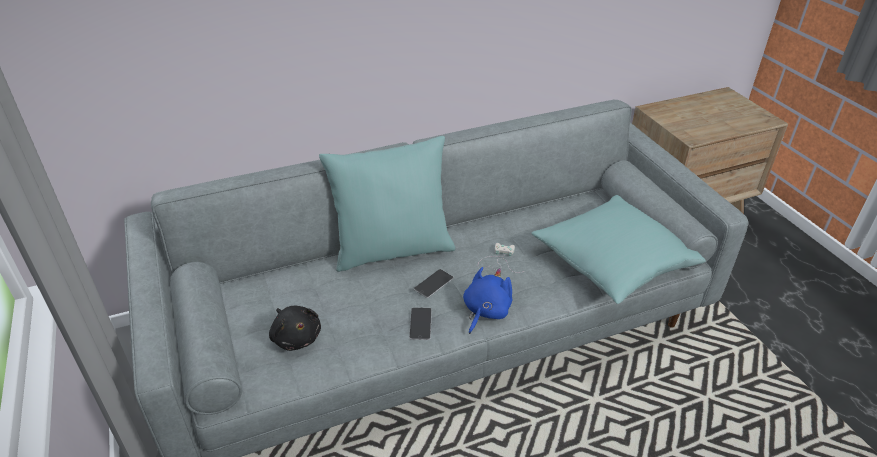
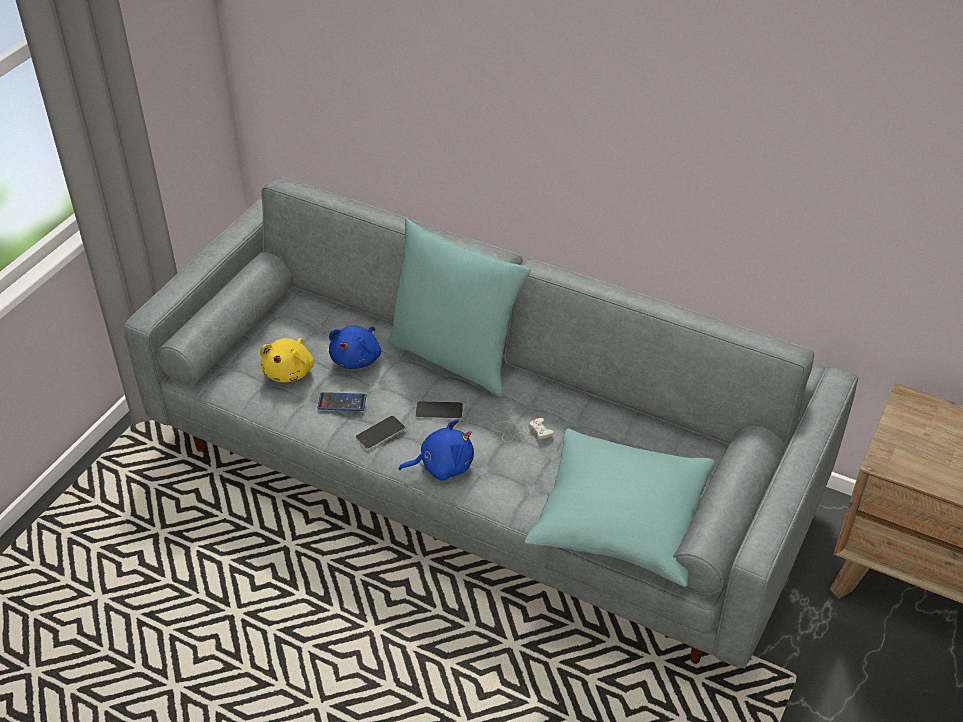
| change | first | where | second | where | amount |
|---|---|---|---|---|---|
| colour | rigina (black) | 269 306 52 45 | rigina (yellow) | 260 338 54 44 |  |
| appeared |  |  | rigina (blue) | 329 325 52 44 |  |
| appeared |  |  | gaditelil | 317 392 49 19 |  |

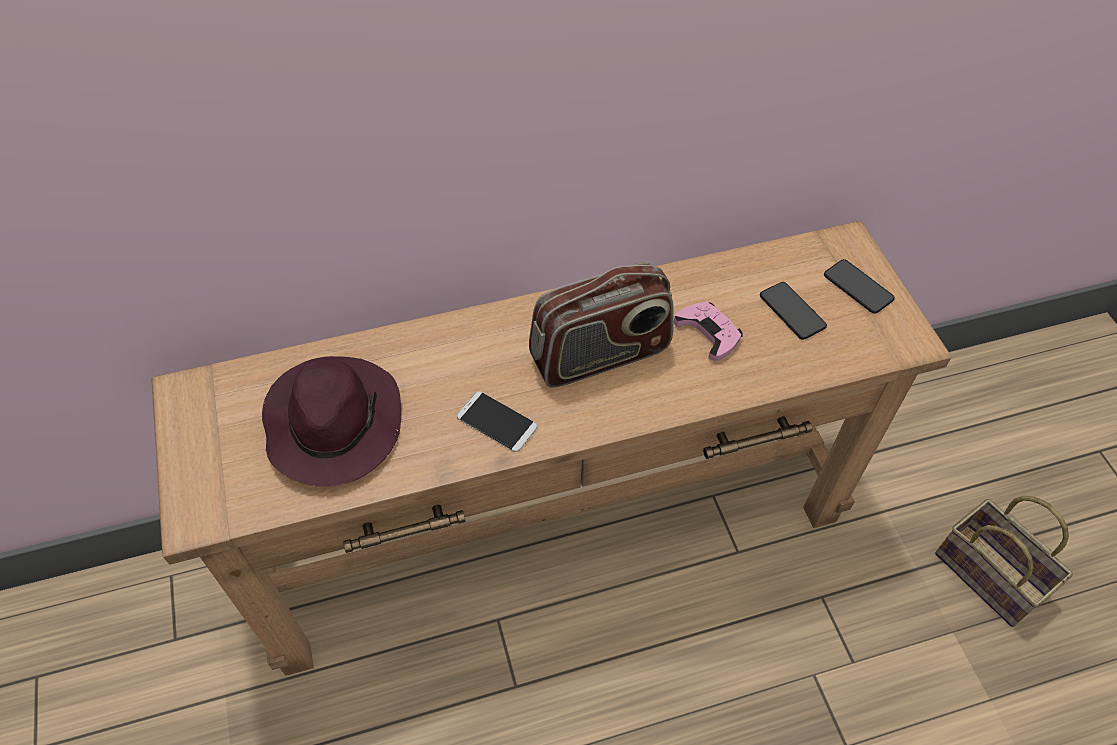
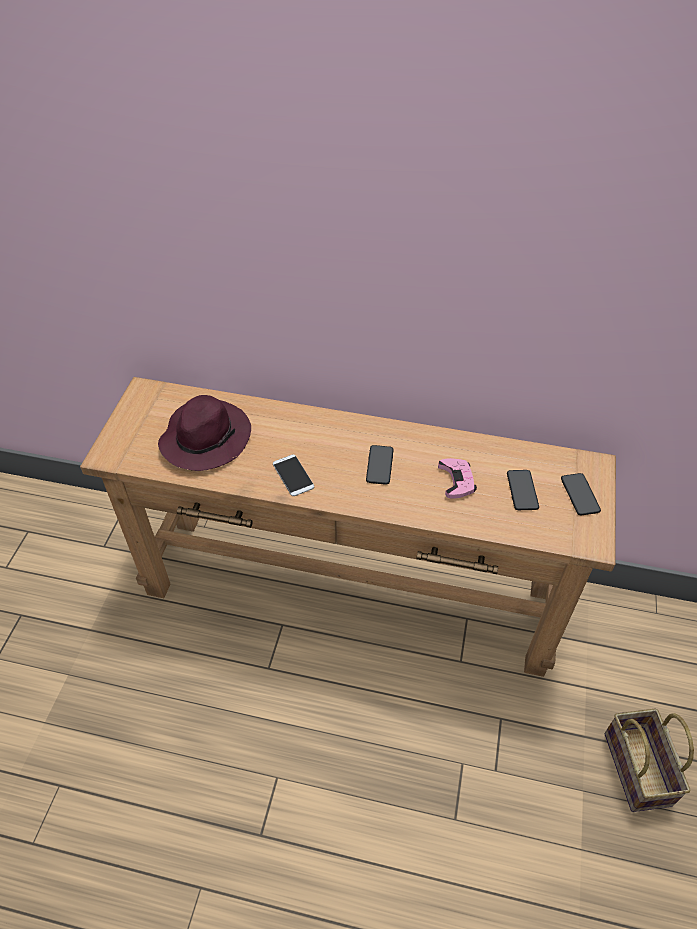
| change | first | where | second | where | amount |
|---|---|---|---|---|---|
| exchanged | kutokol | 529 262 144 126 | gaditelil | 366 445 27 40 |  |

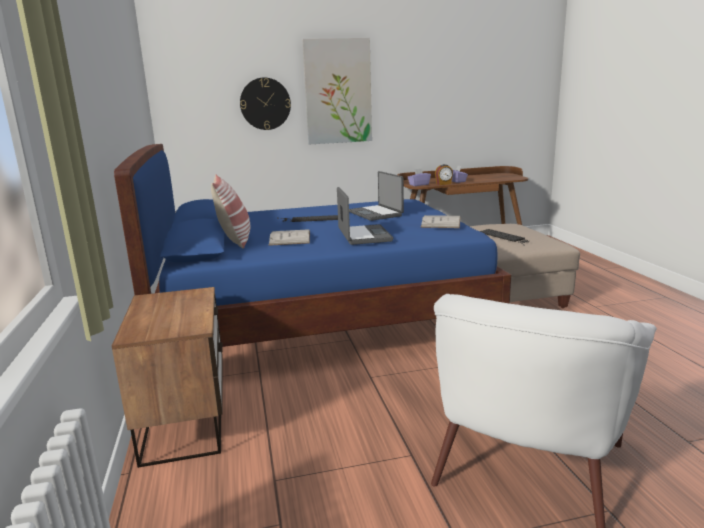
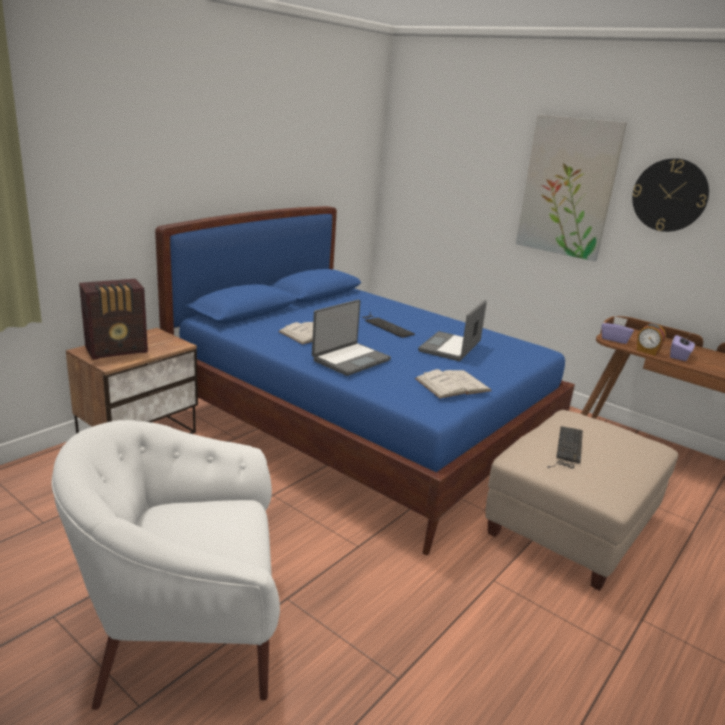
| change | first | where | second | where | amount |
|---|---|---|---|---|---|
| relocated | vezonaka | 240 77 51 53 |  | 632 158 77 74 |  |
| missing | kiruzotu | 211 175 39 74 |  |  |  |
| appeared |  |  | kutokol | 79 279 69 81 |  |

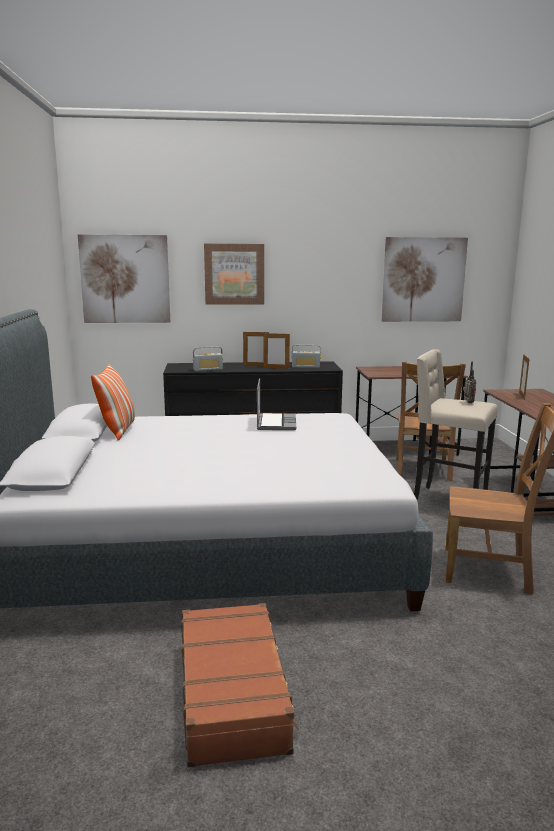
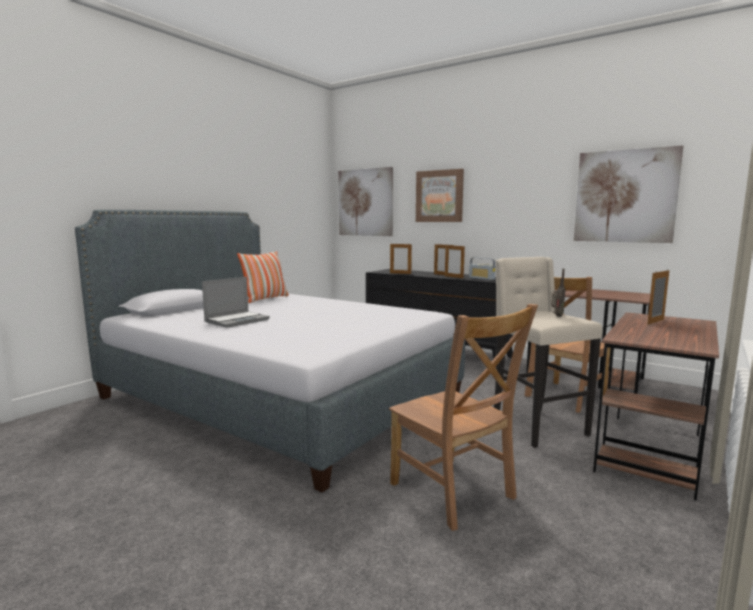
| change | first | where | second | where | amount |
|---|---|---|---|---|---|
| exchanged | kutokol | 193 346 30 25 | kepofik | 390 244 22 30 |  |
| relocated | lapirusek | 257 378 39 52 |  | 202 277 68 51 |  |
| missing | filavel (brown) | 181 603 118 165 |  |  |  |

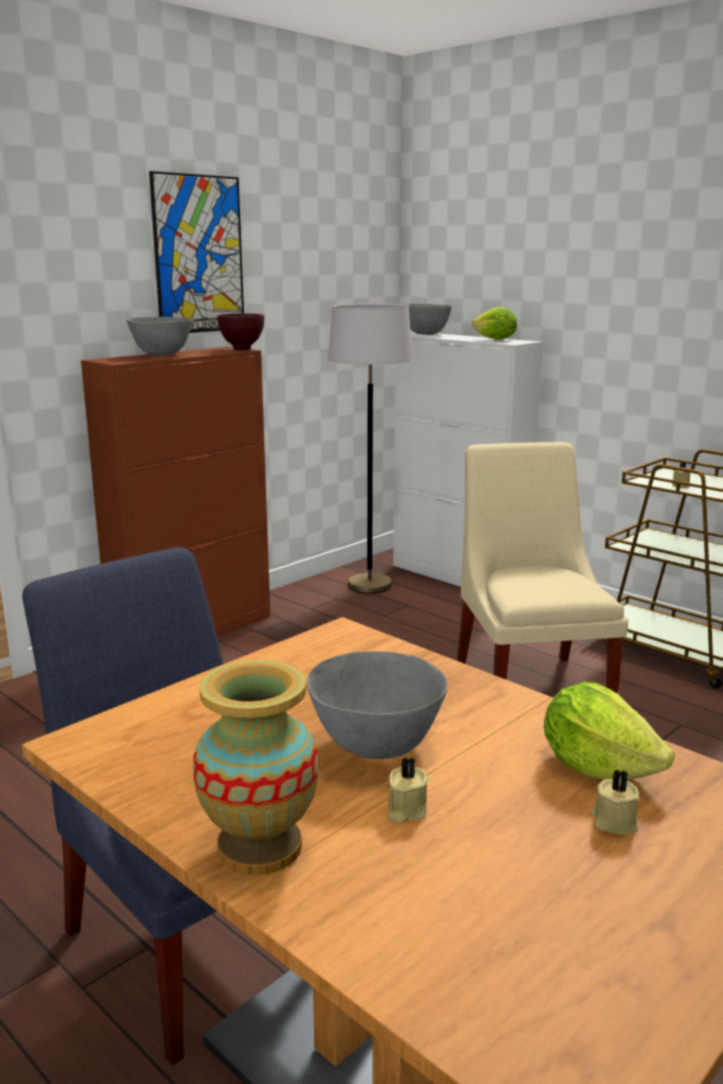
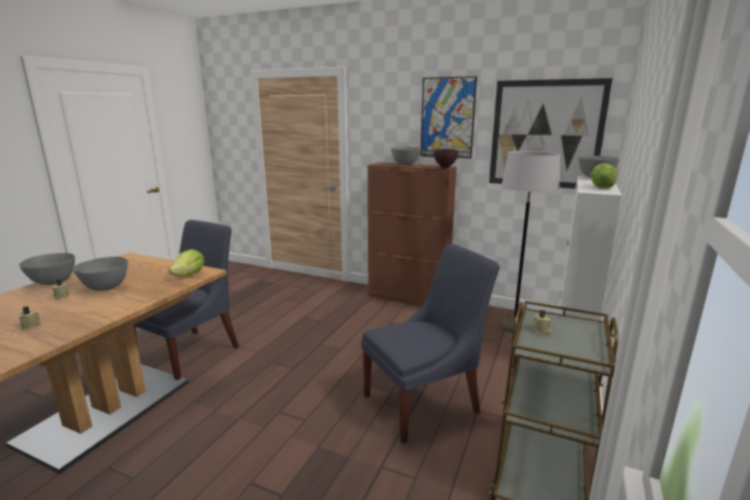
| change | first | where | second | where | amount |
|---|---|---|---|---|---|
| colour | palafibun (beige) | 457 442 171 252 | palafibun (blue) | 362 244 138 199 |  |
| exchanged | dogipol | 193 660 126 216 | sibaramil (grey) | 19 253 56 32 |  |
| relocated | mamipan | 544 682 131 98 |  | 168 249 37 28 |  |
| appeared |  |  | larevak | 489 78 123 111 |  |

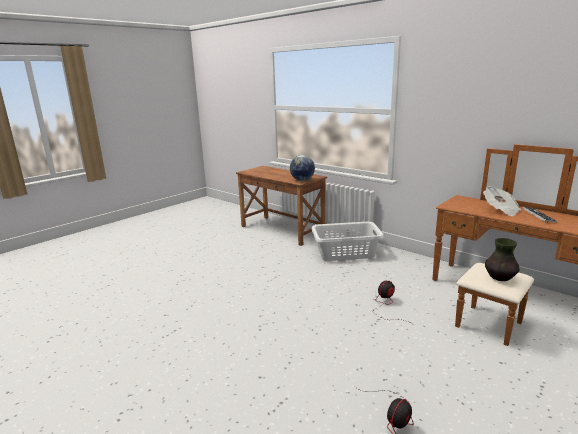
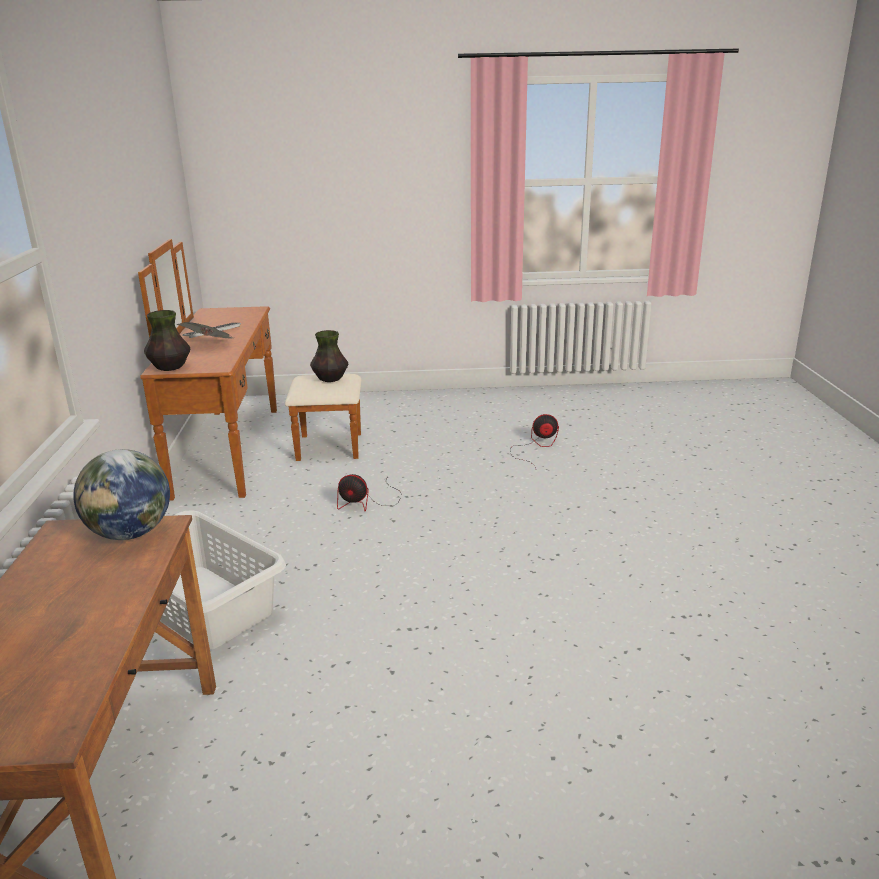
| change | first | where | second | where | amount |
|---|---|---|---|---|---|
| appeared |  |  | dogipol | 144 310 46 61 |  |

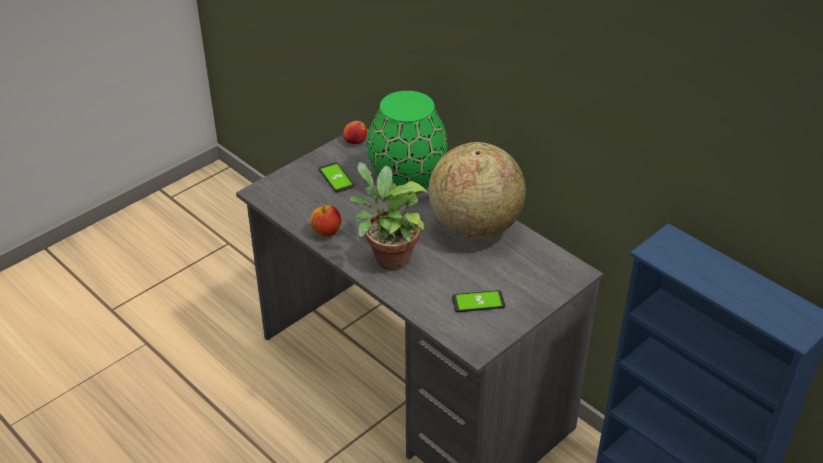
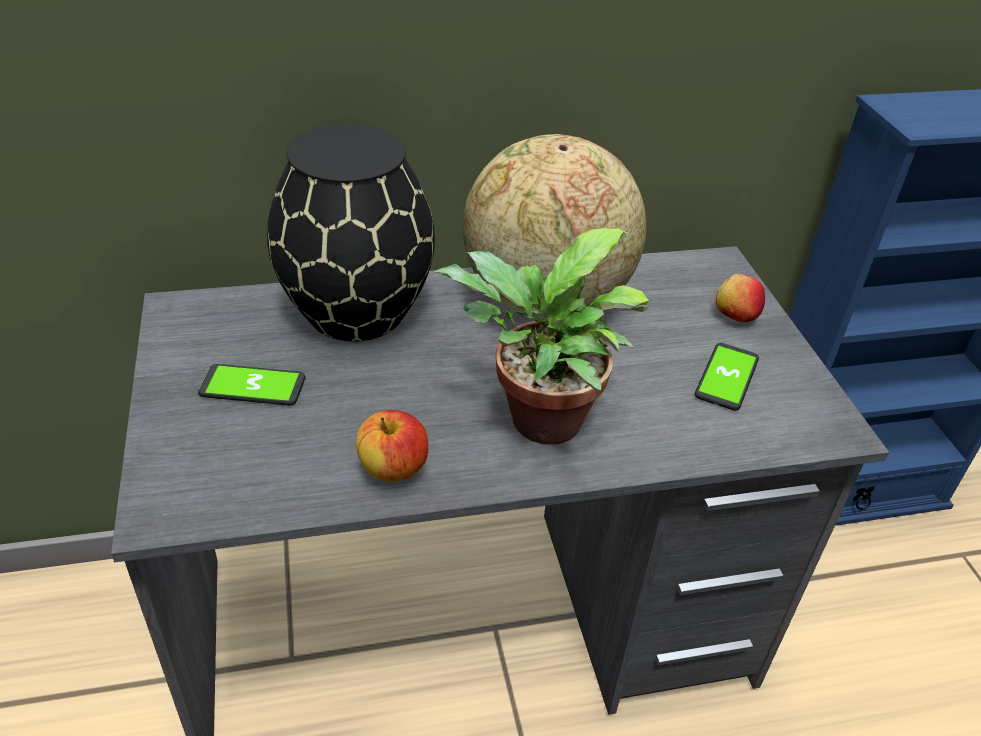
| change | first | where | second | where | amount |
|---|---|---|---|---|---|
| colour | dogipol (green) | 367 91 81 104 | dogipol (black) | 267 125 168 216 |  |
| relocated | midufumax | 343 121 24 23 |  | 716 274 49 48 |  |

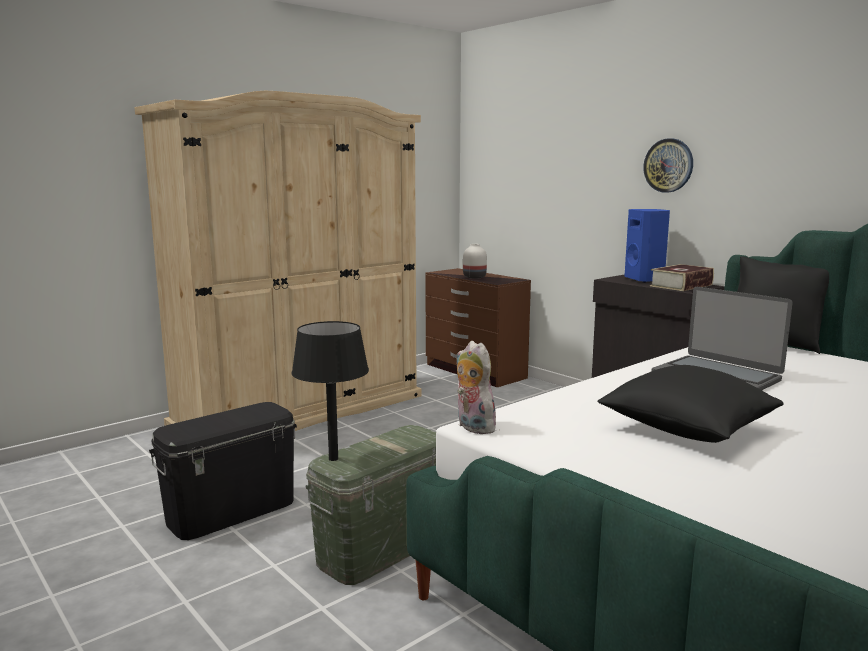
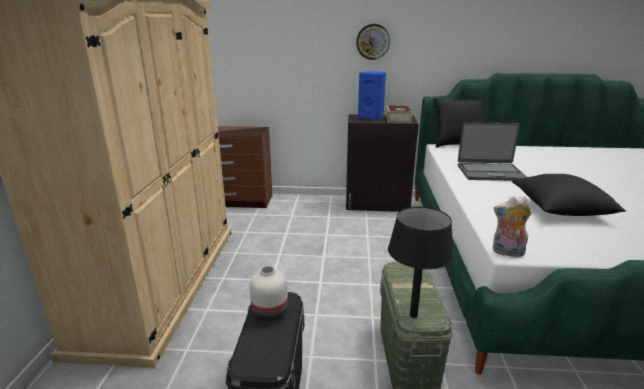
| change | first | where | second | where | amount |
|---|---|---|---|---|---|
| relocated | dogipol (white) | 463 244 24 35 |  | 250 266 38 56 |  |

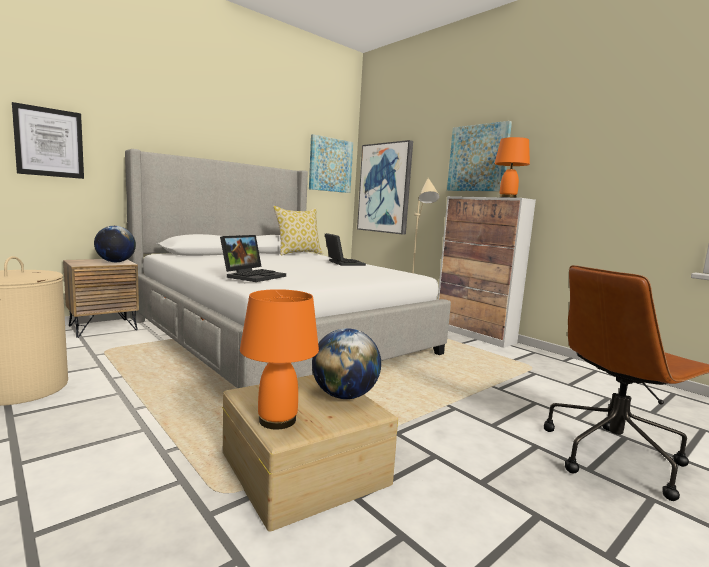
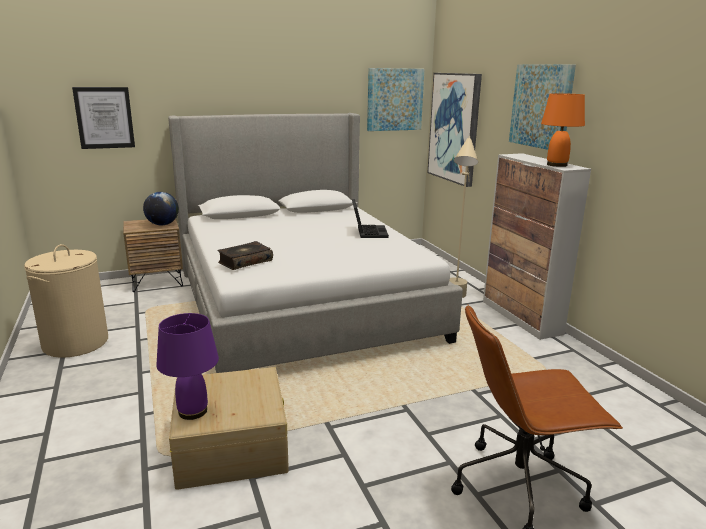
| change | first | where | second | where | amount |
|---|---|---|---|---|---|
| missing | kiruzotu | 273 206 50 49 |  |  |  |
| exchanged | lapirusek | 220 235 66 47 | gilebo | 217 241 56 29 |  |
| colour | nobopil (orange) | 240 289 79 141 | nobopil (purple) | 156 313 63 107 |  |
| missing | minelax | 312 328 69 71 |  |  |  |

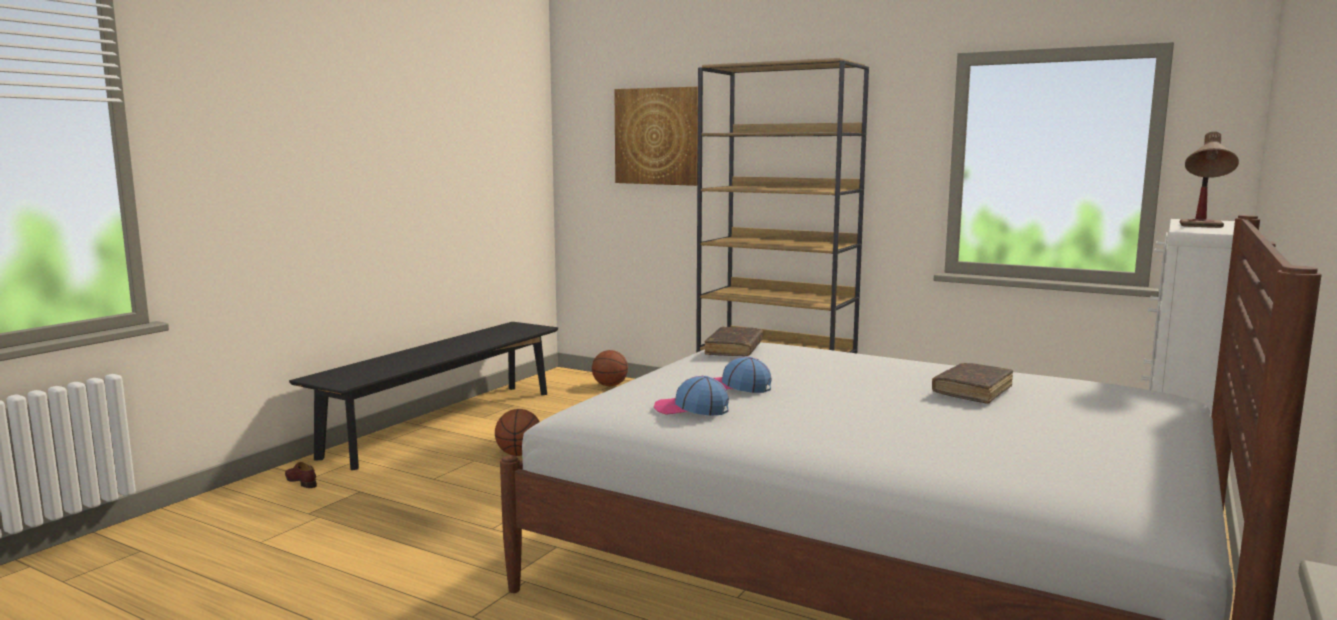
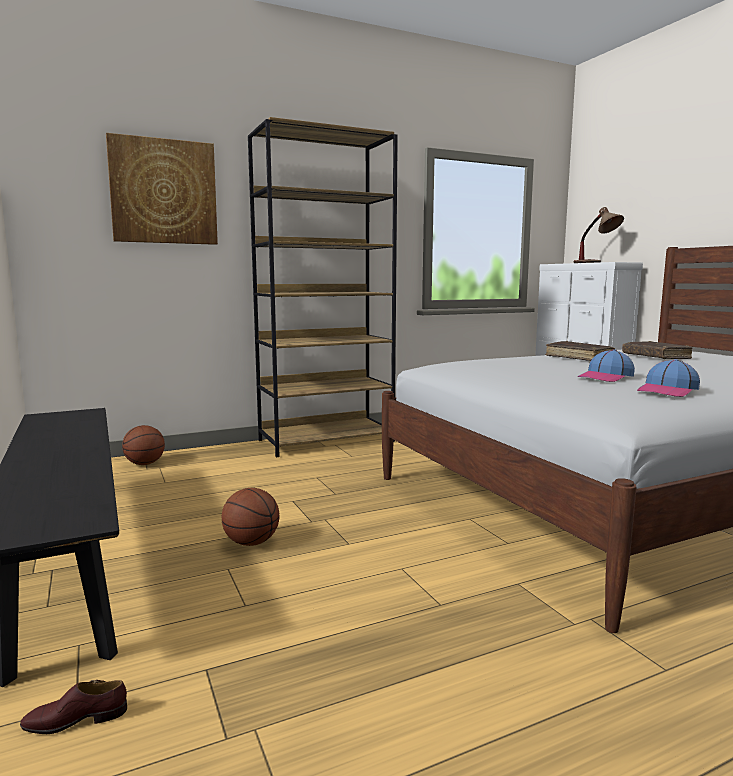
| change | first | where | second | where | amount |
|---|---|---|---|---|---|
| relocated | gilebo (brown) | 705 327 58 30 |  | 545 341 70 20 |  |

